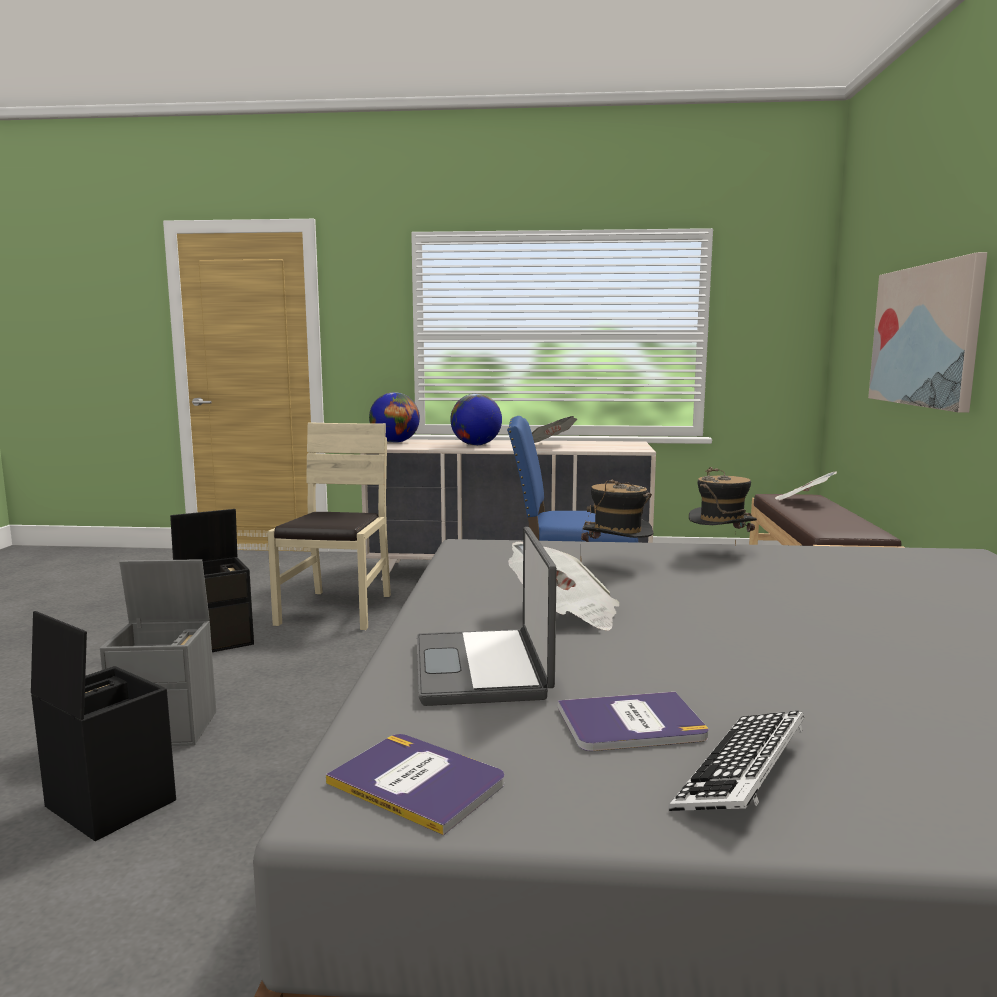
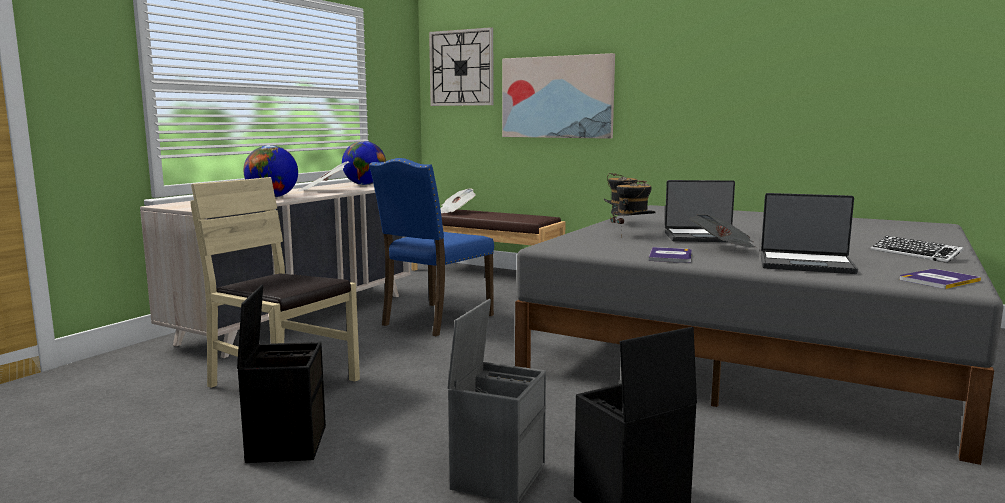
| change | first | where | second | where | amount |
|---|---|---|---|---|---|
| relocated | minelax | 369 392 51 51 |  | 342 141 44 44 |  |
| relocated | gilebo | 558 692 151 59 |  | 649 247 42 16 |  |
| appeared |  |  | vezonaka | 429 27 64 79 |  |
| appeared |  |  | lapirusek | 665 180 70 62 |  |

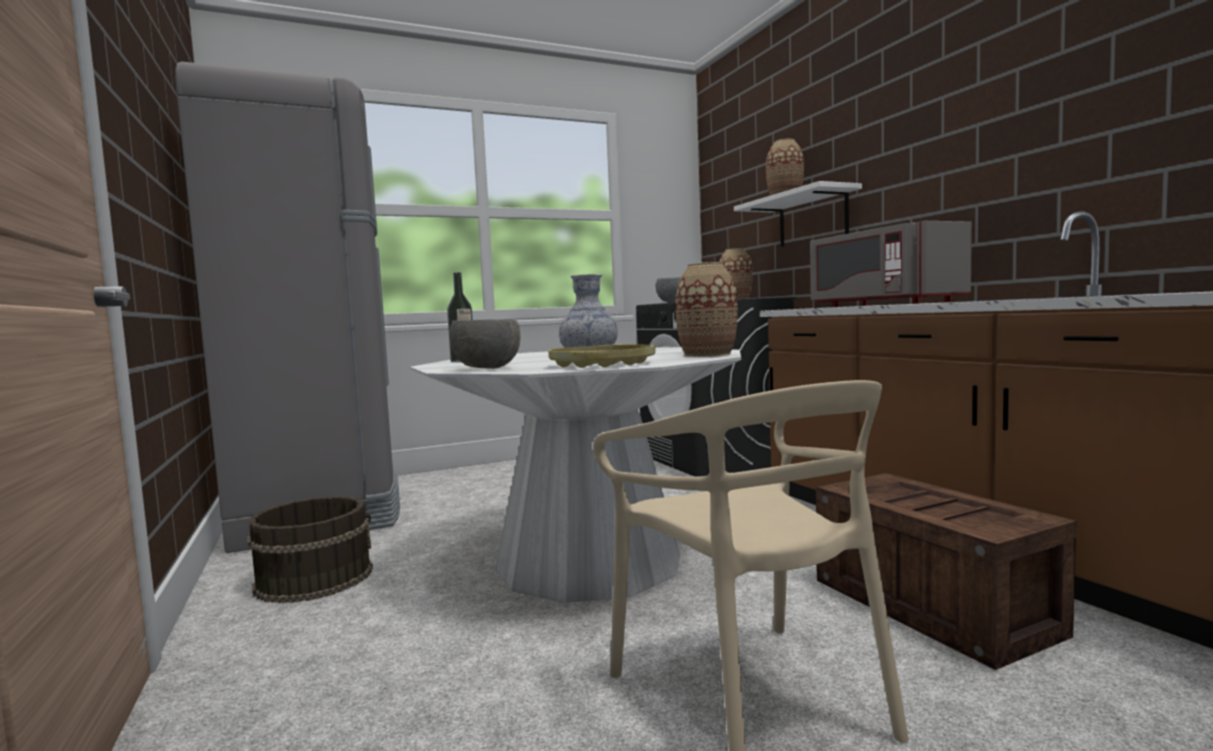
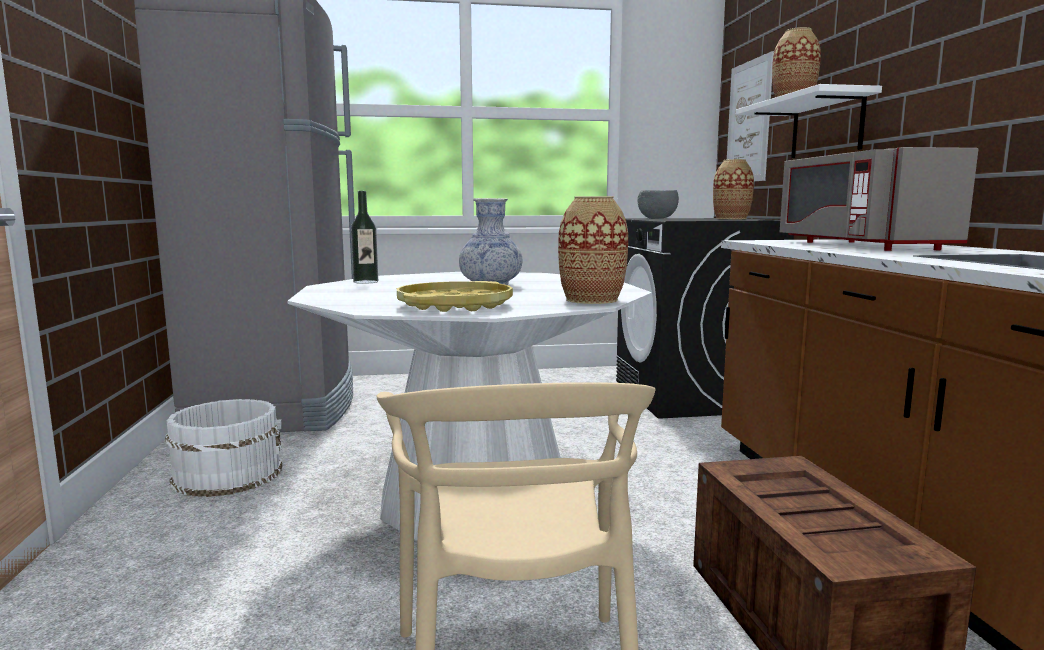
| change | first | where | second | where | amount |
|---|---|---|---|---|---|
| missing | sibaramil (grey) | 449 319 71 50 |  |  |  |
| colour | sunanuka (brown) | 247 496 126 108 | sunanuka (white) | 165 399 117 98 |  |
| appeared |  |  | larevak | 727 51 47 130 |  |

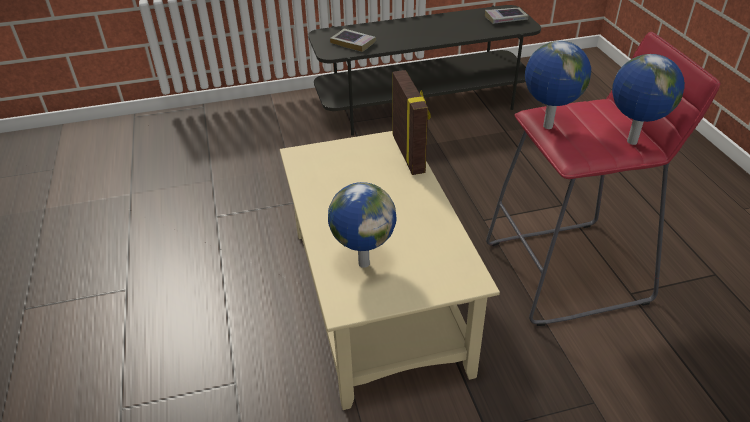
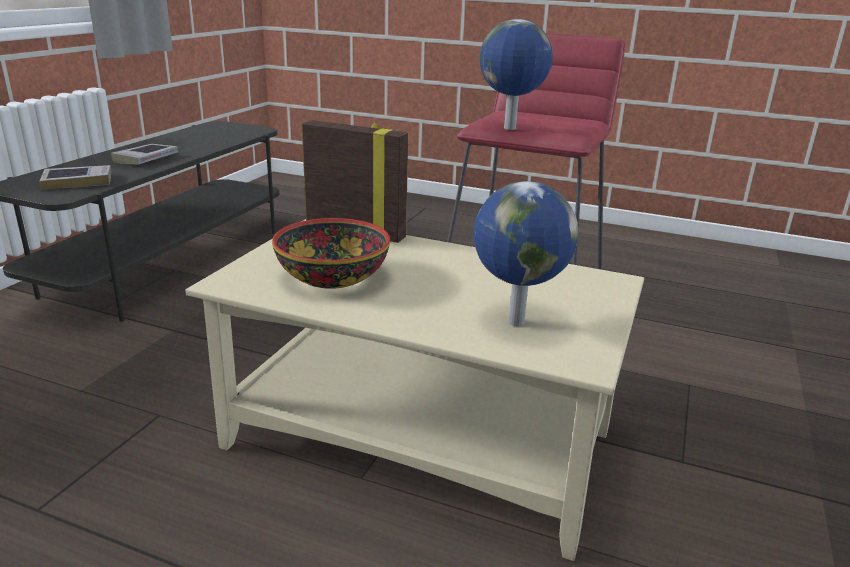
| change | first | where | second | where | amount |
|---|---|---|---|---|---|
| relocated | gilebo | 485 8 43 16 |  | 111 144 67 21 |  |
| missing | minelax | 612 54 73 91 |  |  |  |
| appeared |  |  | sibaramil | 272 218 118 71 |  |

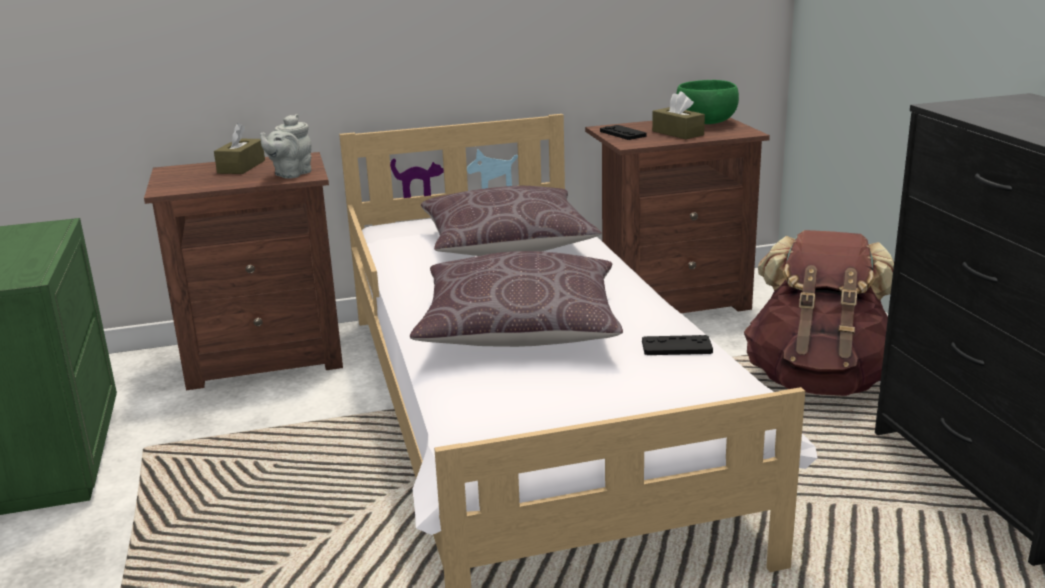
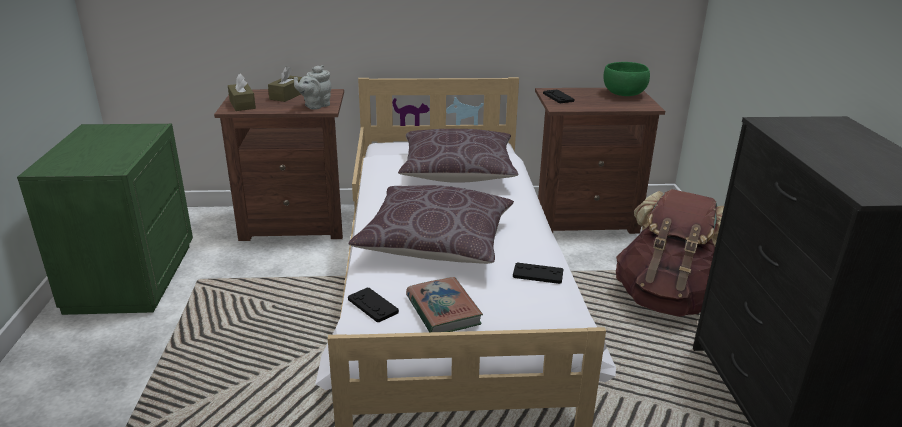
| change | first | where | second | where | amount |
|---|---|---|---|---|---|
| relocated | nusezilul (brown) | 652 91 53 48 |  | 228 74 28 37 |  |
| appeared |  |  | gilebo | 406 277 77 55 |  |
| appeared |  |  | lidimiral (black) | 348 288 51 34 |  |

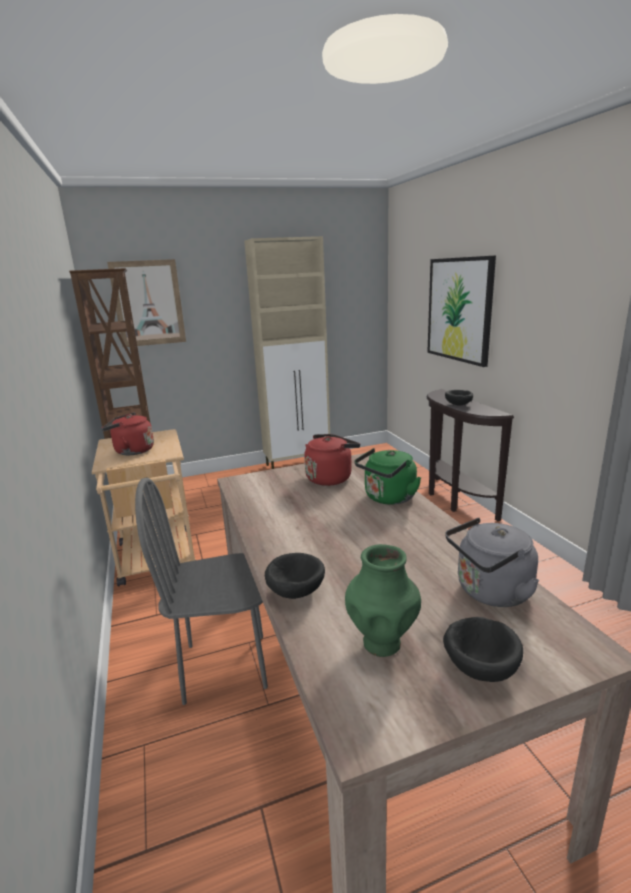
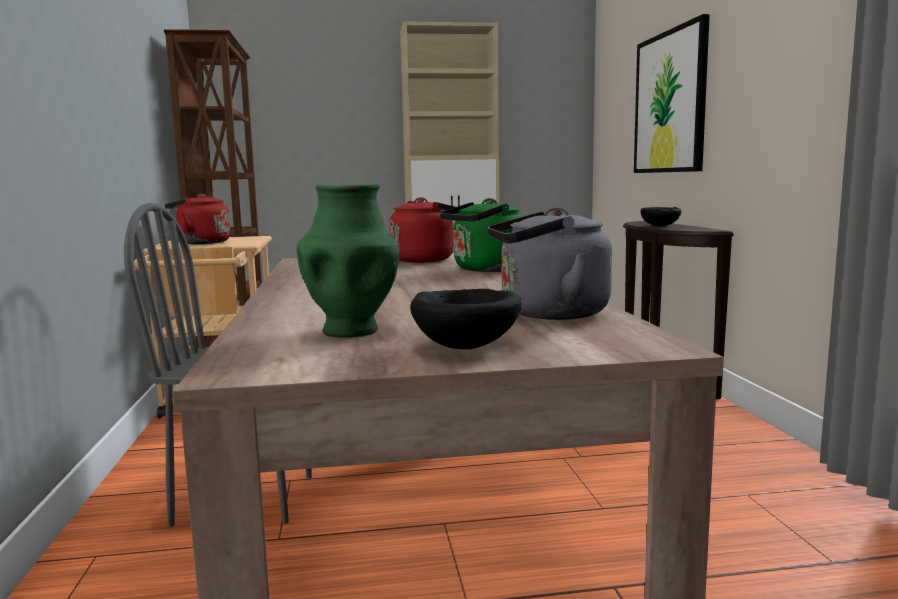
| change | first | where | second | where | amount |
|---|---|---|---|---|---|
| missing | larevak | 107 259 79 88 |  |  |  |
| missing | sibaramil (black) | 265 553 60 46 |  |  |  |

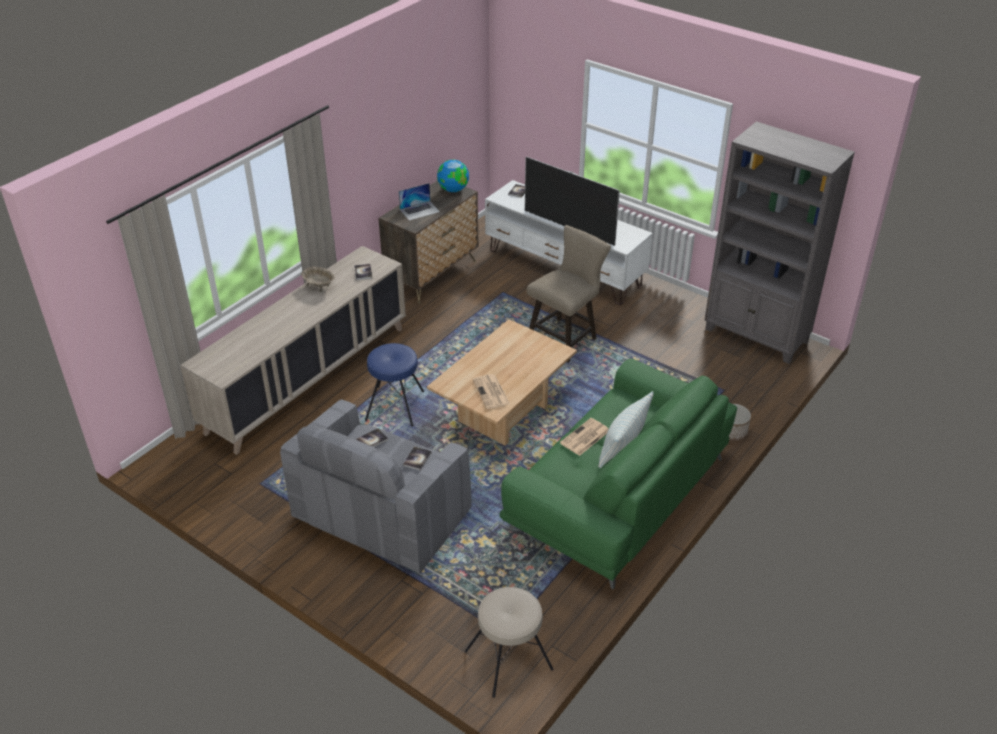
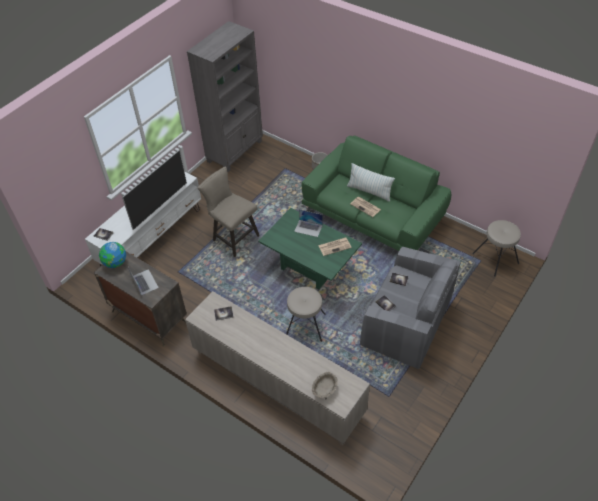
| change | first | where | second | where | amount |
|---|---|---|---|---|---|
| relocated | sibaramil (beige) | 301 266 34 26 |  | 312 372 26 27 |  |
| colour | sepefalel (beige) | 427 319 150 127 | sepefalel (green) | 258 208 104 81 |  |
| colour | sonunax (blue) | 365 343 59 83 | sonunax (beige) | 286 287 39 55 |  |
| appeared |  |  | lapirusek | 294 209 29 28 |  |

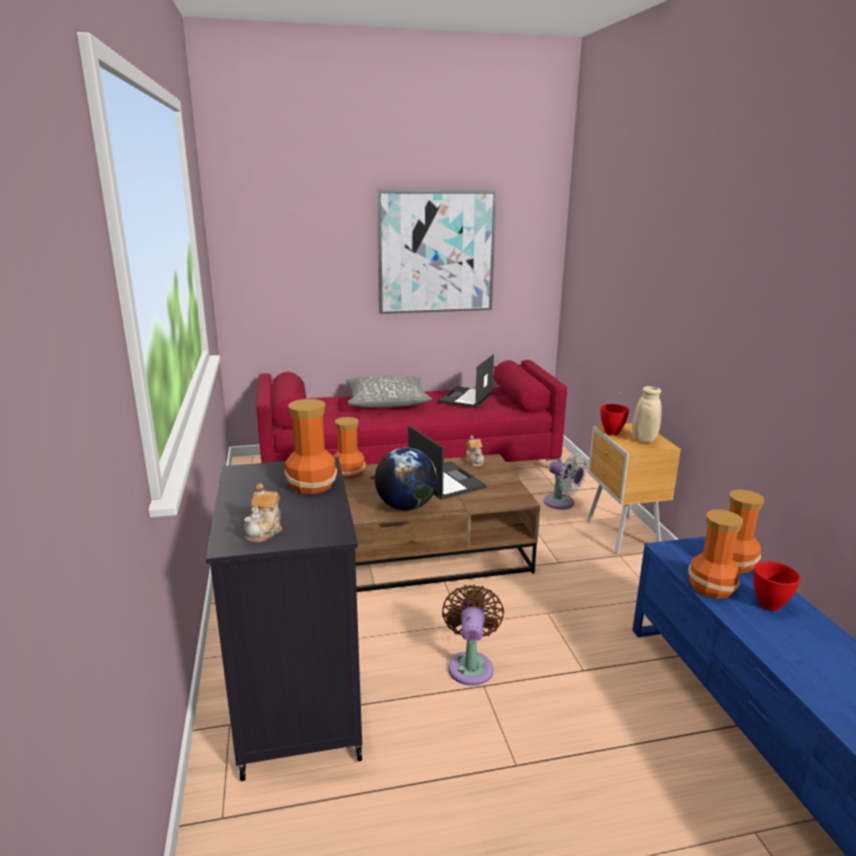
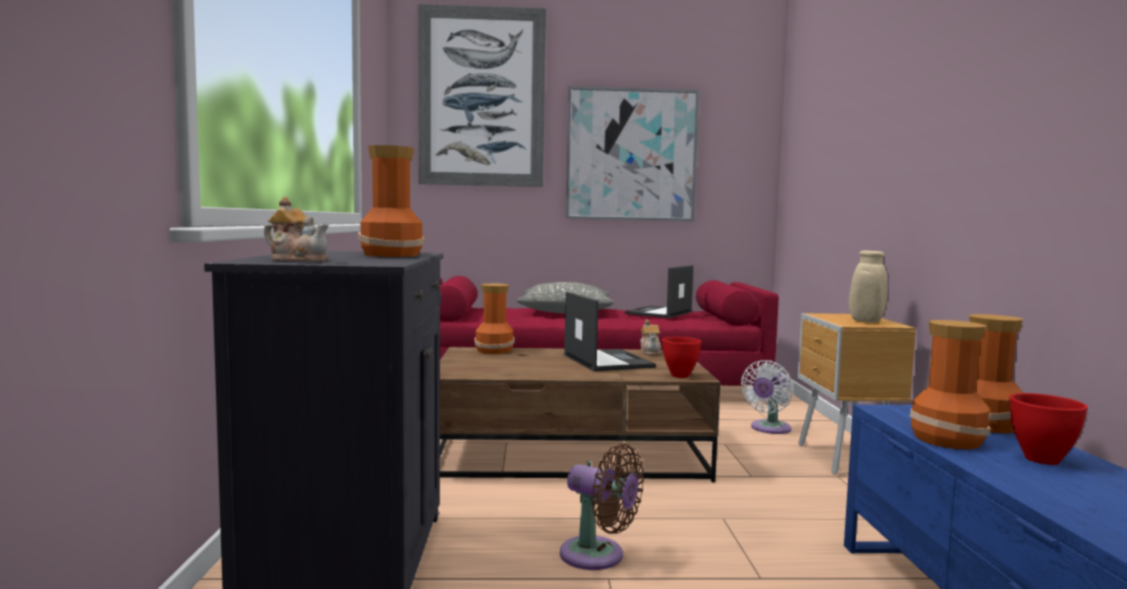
| change | first | where | second | where | amount |
|---|---|---|---|---|---|
| relocated | sibaramil (red) | 600 404 29 31 |  | 662 337 39 41 |  |
| missing | minelax | 375 448 62 62 |  |  |  |
| spun | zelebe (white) | 544 454 44 55 |  | 741 360 52 74 | 75 degrees clockwise |
| spun | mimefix | 244 484 38 59 |  | 264 197 65 65 | 90 degrees counterclockwise |
| spun | zelebe (brown) | 442 585 62 101 |  | 560 444 84 126 | 105 degrees clockwise |
| appeared |  |  | larevak | 418 4 128 183 |  |

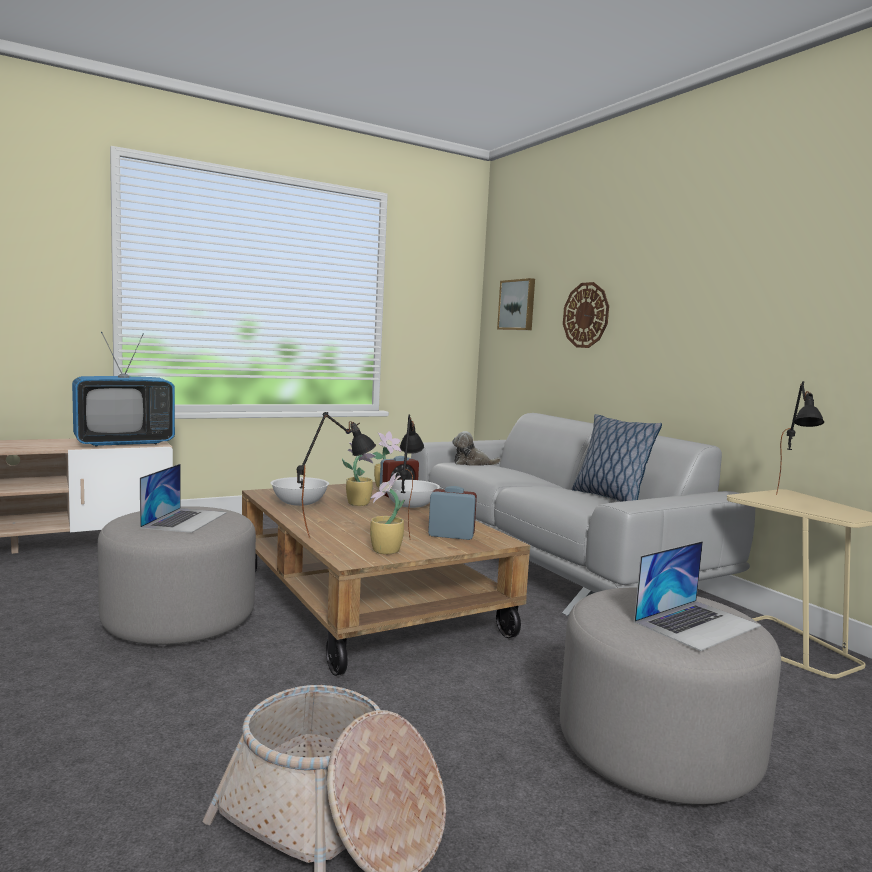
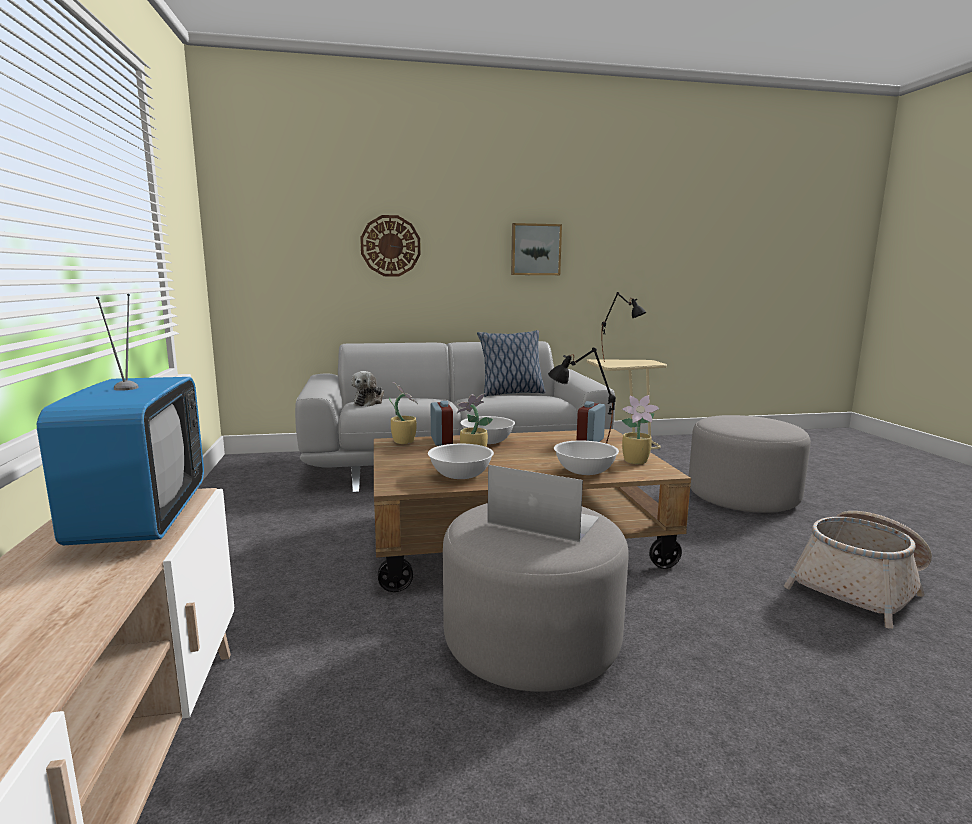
| change | first | where | second | where | amount |
|---|---|---|---|---|---|
| relocated | larevak | 497 278 38 52 |  | 511 223 51 52 |  |
| exchanged | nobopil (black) | 297 412 79 127 | sibaramil (white) | 554 441 65 34 |  |
| missing | lapirusek | 634 541 127 110 |  |  |  |

